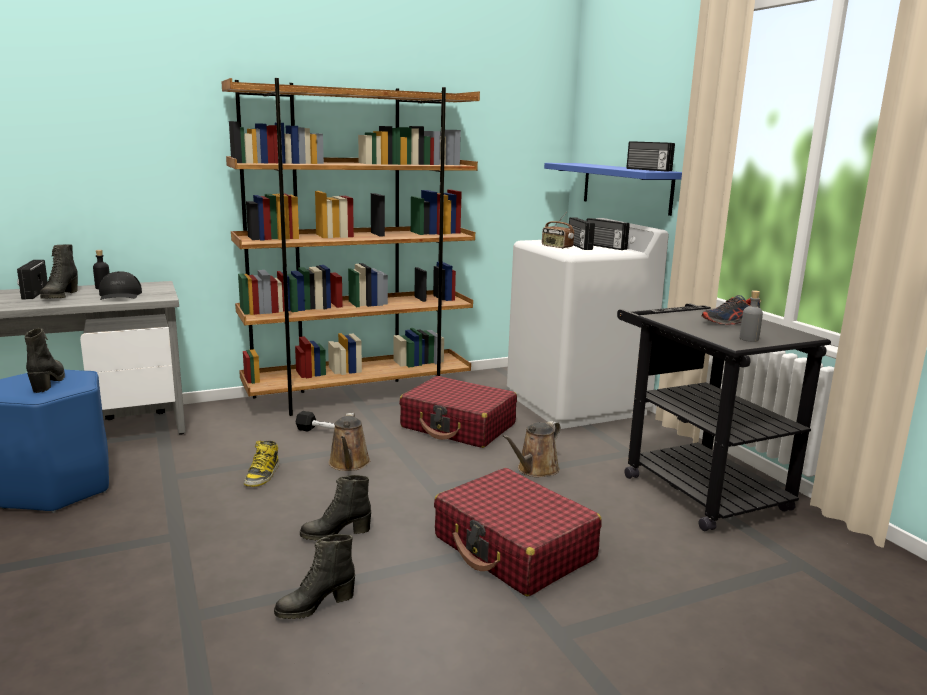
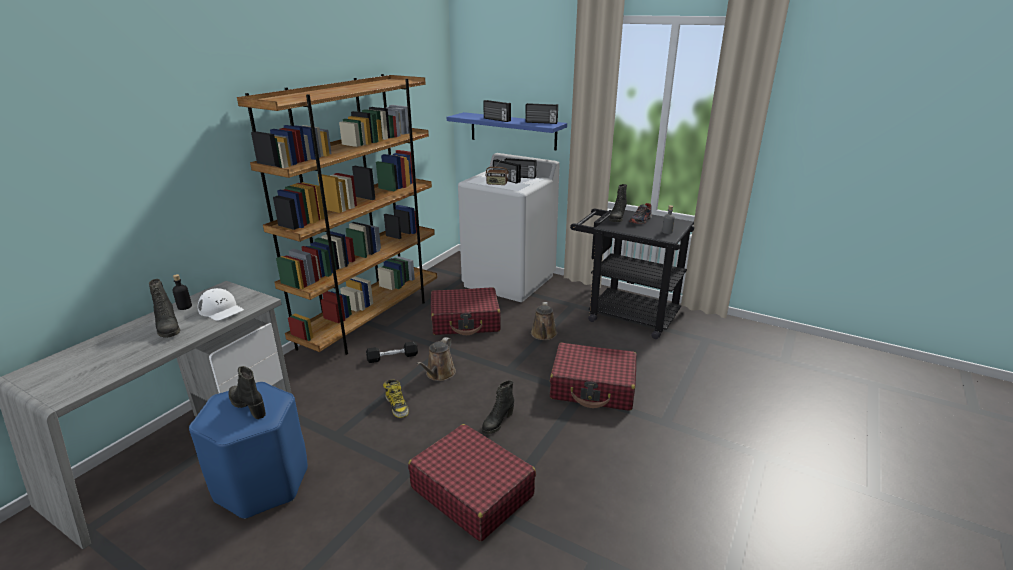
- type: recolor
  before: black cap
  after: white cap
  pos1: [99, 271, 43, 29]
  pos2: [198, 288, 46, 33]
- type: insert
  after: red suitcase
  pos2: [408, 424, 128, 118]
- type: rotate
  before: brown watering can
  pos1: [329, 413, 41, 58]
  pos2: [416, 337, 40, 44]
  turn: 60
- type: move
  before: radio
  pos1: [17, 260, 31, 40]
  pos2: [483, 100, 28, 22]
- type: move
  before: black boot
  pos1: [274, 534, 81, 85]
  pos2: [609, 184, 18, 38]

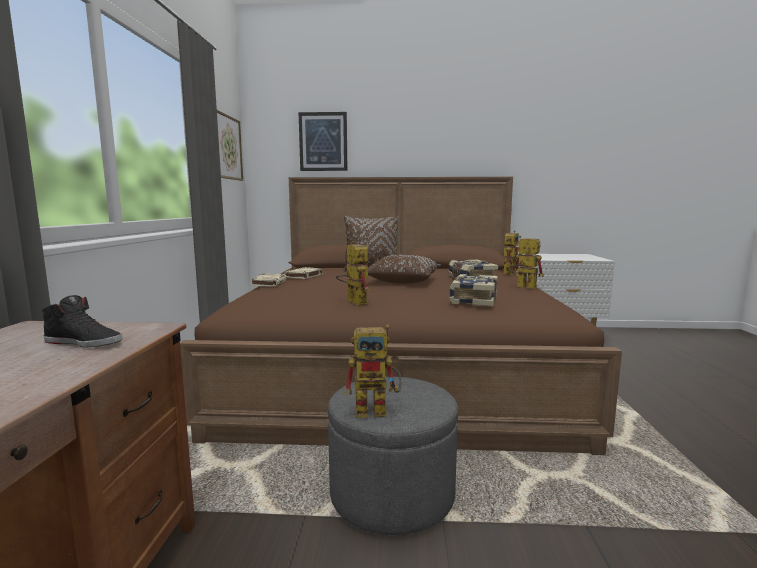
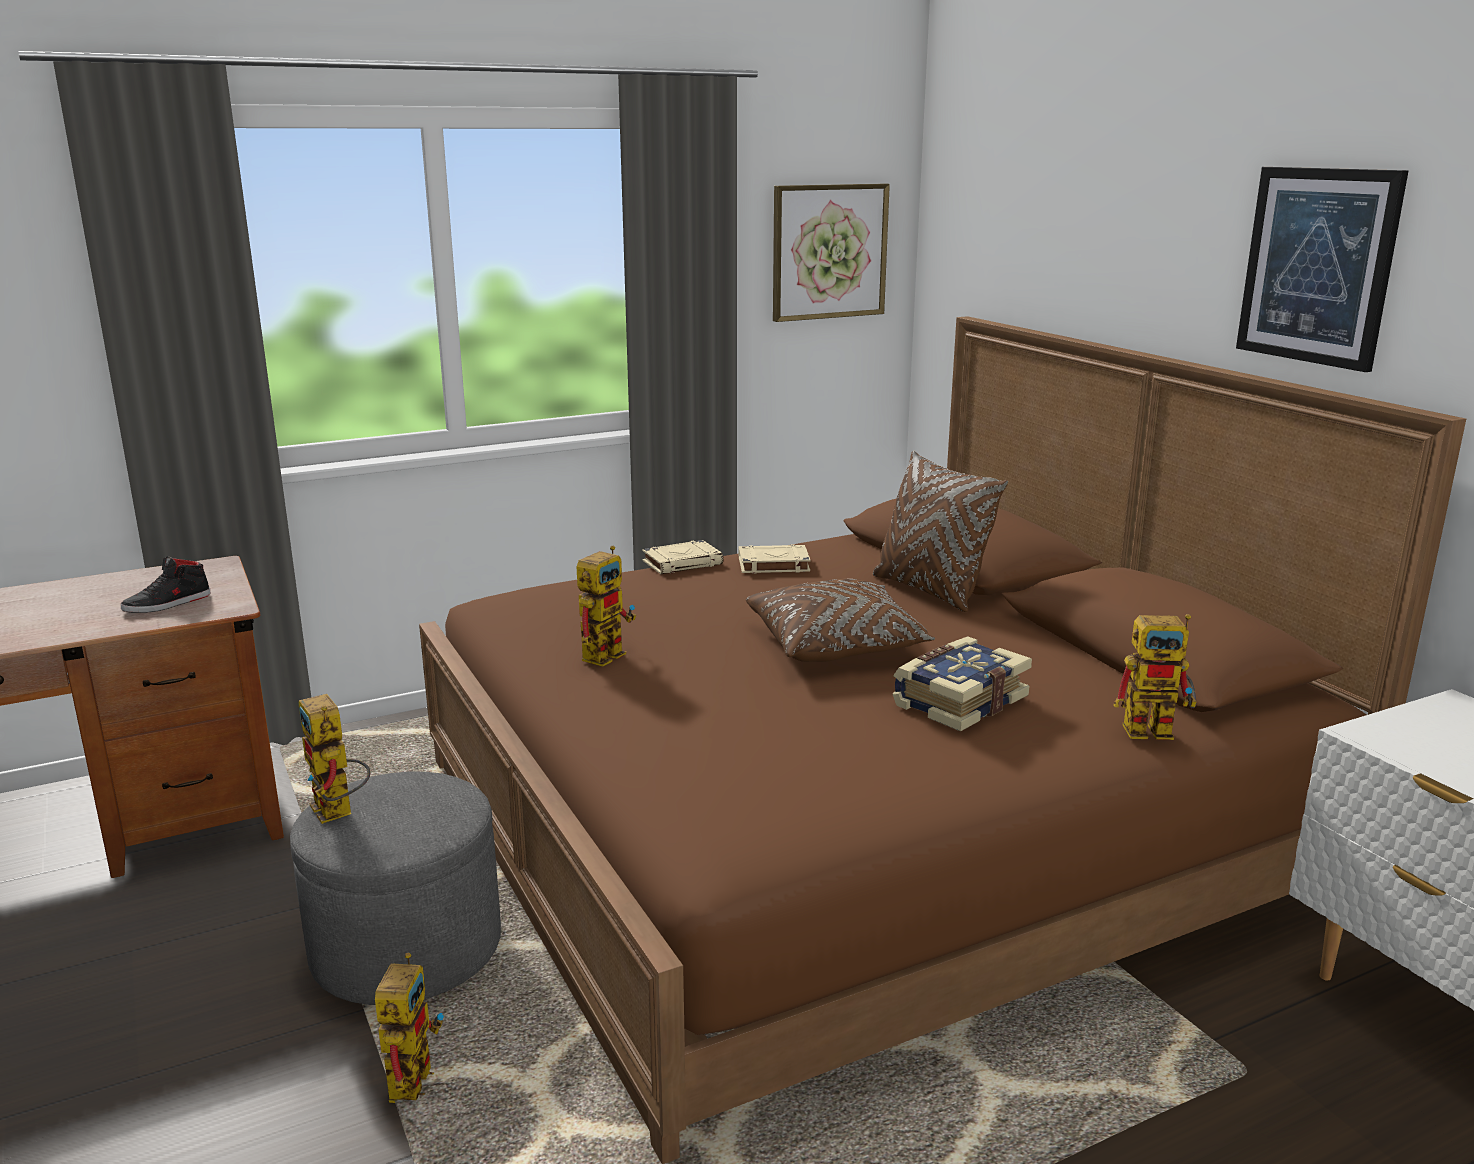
- type: rotate
  before: black shoe
  pos1: [42, 295, 80, 53]
  pos2: [121, 557, 89, 56]
  turn: 60
- type: move
  before: toy robot
  pos1: [507, 236, 37, 53]
  pos2: [375, 952, 69, 151]
- type: move
  before: picture
  pos1: [299, 112, 48, 59]
  pos2: [1236, 167, 173, 205]
- type: delete
  before: book
  pos1: [449, 274, 49, 32]

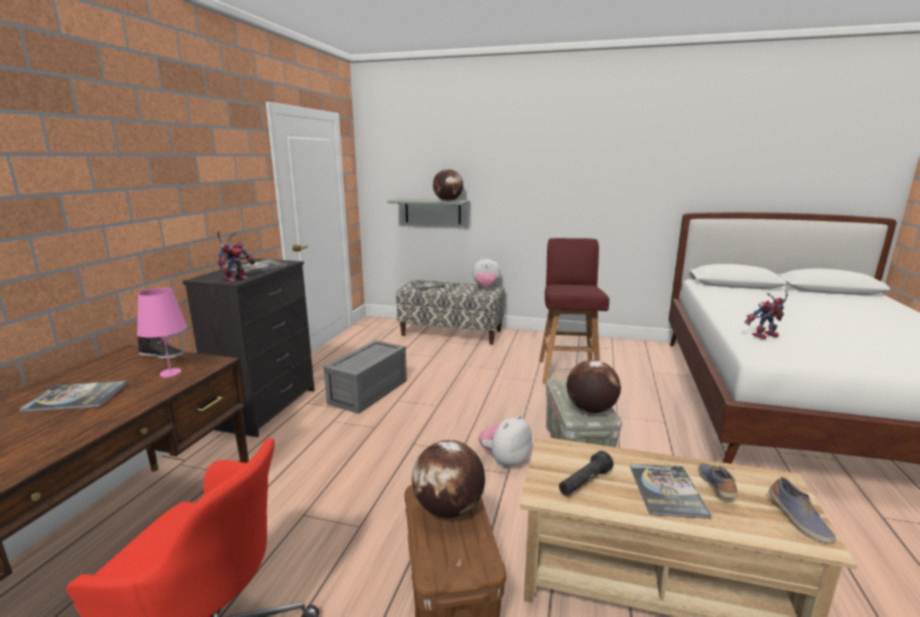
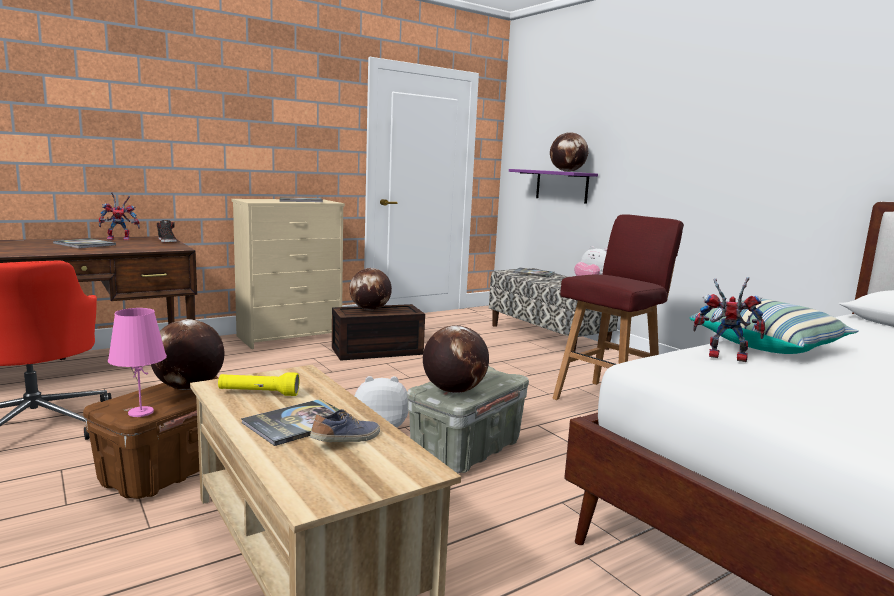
- type: move
  before: toy robot
  pos1: [217, 231, 38, 52]
  pos2: [99, 192, 41, 49]
- type: move
  before: pink table lamp
  pos1: [137, 288, 50, 90]
  pos2: [108, 308, 59, 109]
- type: recolor
  before: black flashlight
  after: yellow flashlight
  pos1: [559, 451, 55, 45]
  pos2: [218, 372, 81, 24]
- type: recolor
  before: black dresser
  after: beige dresser
  pos1: [183, 259, 132, 178]
  pos2: [232, 199, 113, 150]
- type: recolor
  before: grey storage box
  after: brown storage box
  pos1: [324, 340, 83, 74]
  pos2: [332, 304, 93, 57]
- type: insert
  after: globe
  pos2: [350, 268, 42, 42]
- type: recolor
  before: grey shelf
  after: purple shelf
  pos1: [387, 199, 82, 25]
  pos2: [509, 169, 89, 35]
- type: insert
  after: pillow
  pos2: [690, 299, 169, 55]
- type: delete
  before: shoe
  pos1: [769, 477, 67, 67]

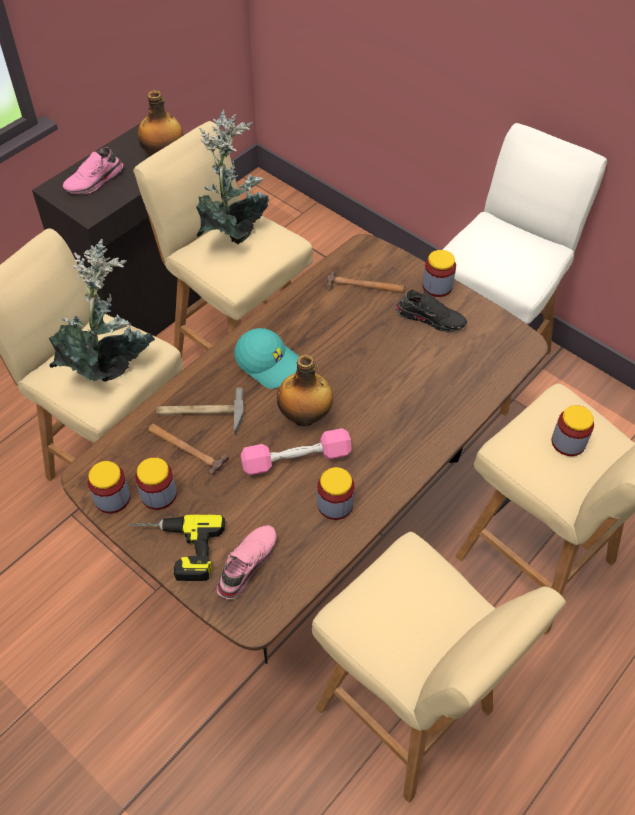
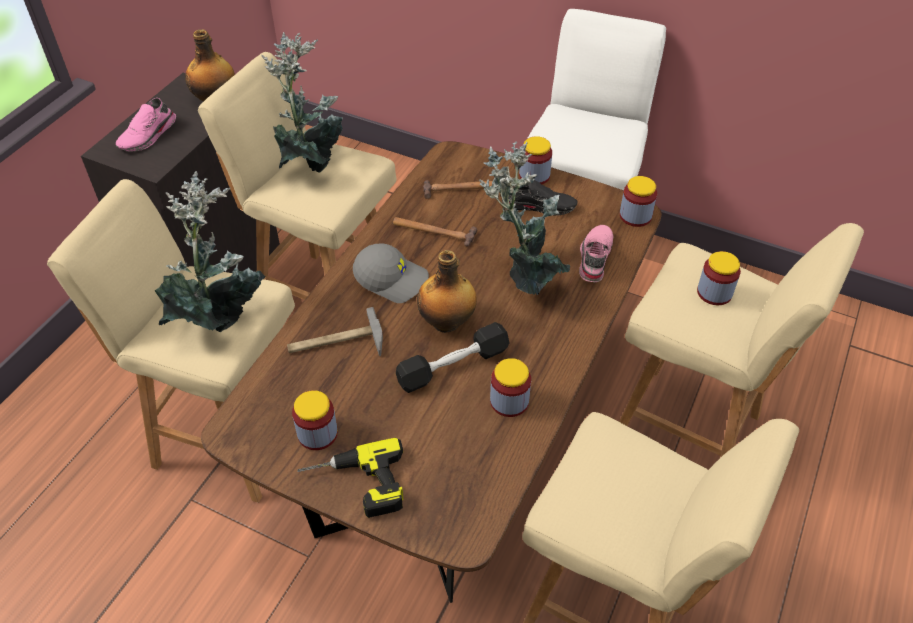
- type: recolor
  before: turquoise cap
  after: grey cap
  pos1: [234, 328, 65, 61]
  pos2: [353, 243, 76, 60]
- type: move
  before: hammer
  pos1: [148, 424, 81, 51]
  pos2: [393, 217, 84, 29]
- type: recolor
  before: pink dumbbell
  after: black dumbbell
  pos1: [240, 428, 112, 48]
  pos2: [396, 322, 114, 71]
- type: insert
  after: potted plant
  pos2: [479, 141, 91, 154]
- type: move
  before: pink shoe
  pos1: [217, 525, 60, 74]
  pos2: [579, 225, 34, 57]
- type: move
  before: jar
  pos1: [87, 461, 43, 52]
  pos2: [620, 176, 37, 51]

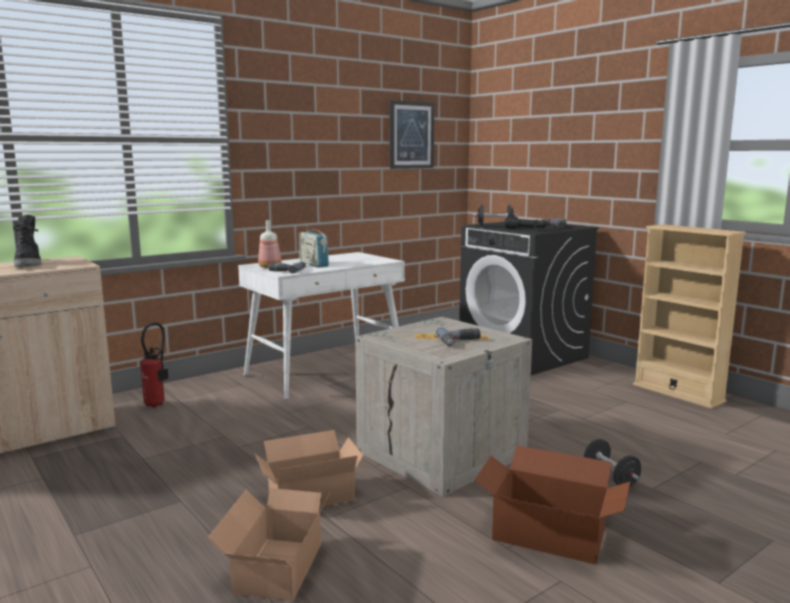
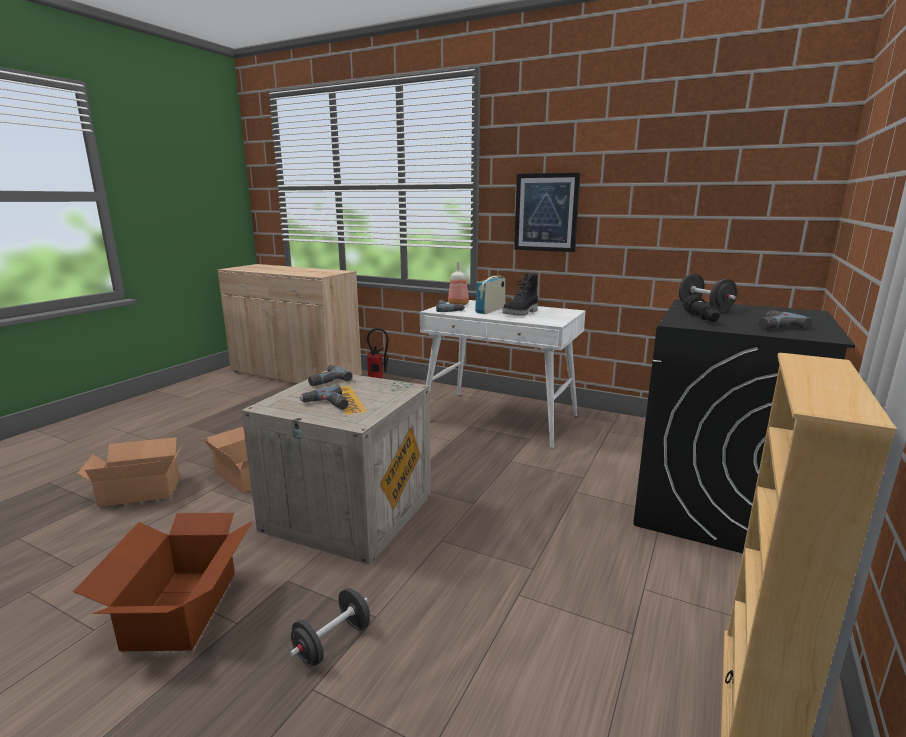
- type: insert
  after: power drill
  pos2: [308, 365, 45, 21]
- type: move
  before: black boot
  pos1: [13, 215, 29, 52]
  pos2: [502, 273, 36, 43]
- type: move
  before: picture
  pos1: [390, 100, 44, 69]
  pos2: [514, 172, 67, 80]

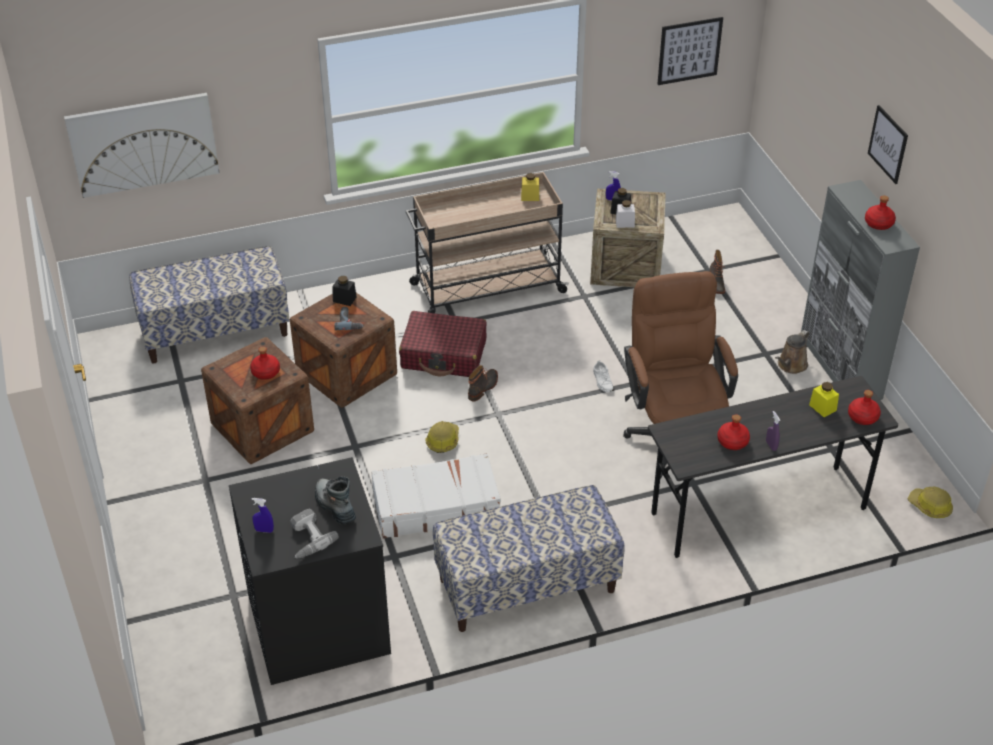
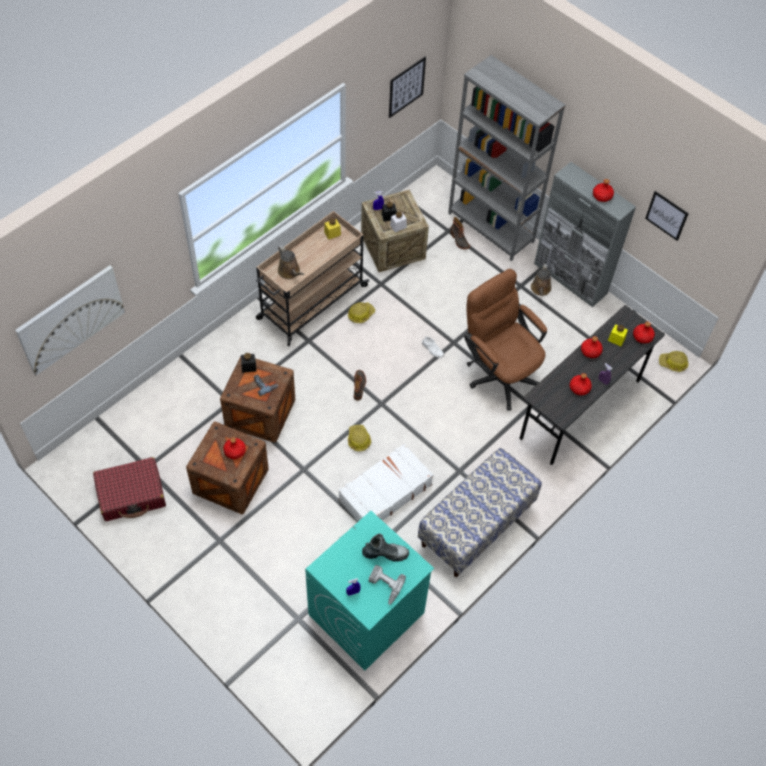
- type: move
  before: red suitcase
  pos1: [399, 311, 88, 66]
  pos2: [93, 457, 73, 64]
- type: insert
  after: brown watering can
  pos2: [278, 245, 26, 34]
- type: recolor
  before: black washing machine
  after: turquoise washing machine
  pos1: [229, 457, 162, 228]
  pos2: [305, 511, 129, 159]
- type: insert
  after: hard hat
  pos2: [348, 302, 27, 21]
- type: rotate
  before: boot
  pos1: [315, 476, 41, 49]
  pos2: [362, 533, 47, 29]
  turn: 150
- type: insert
  after: grey bookcase
  pos2: [448, 55, 118, 206]
- type: insert
  after: red bottle
  pos2: [581, 336, 22, 22]
- type: move
  before: picture
  pos1: [868, 105, 40, 79]
  pos2: [645, 191, 44, 50]
- type: delete
  before: bench
  pos1: [129, 246, 161, 117]

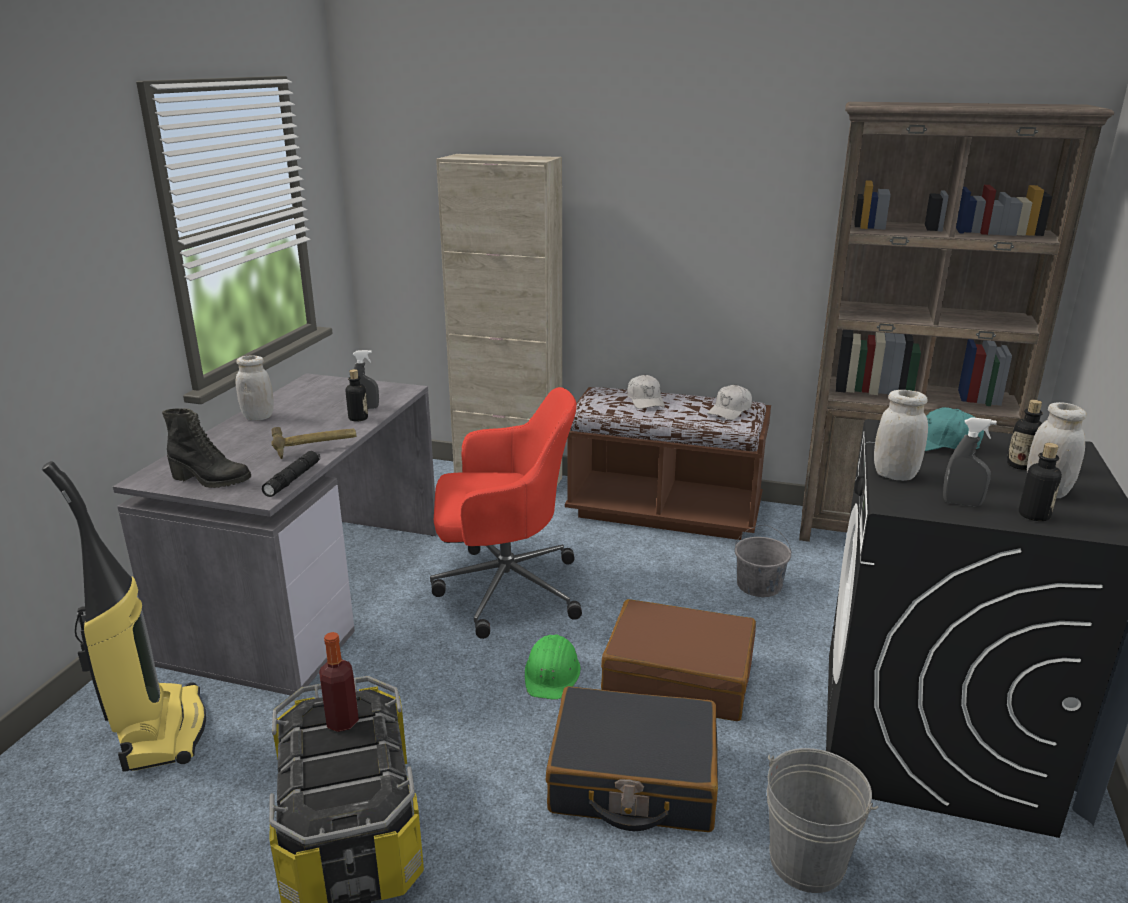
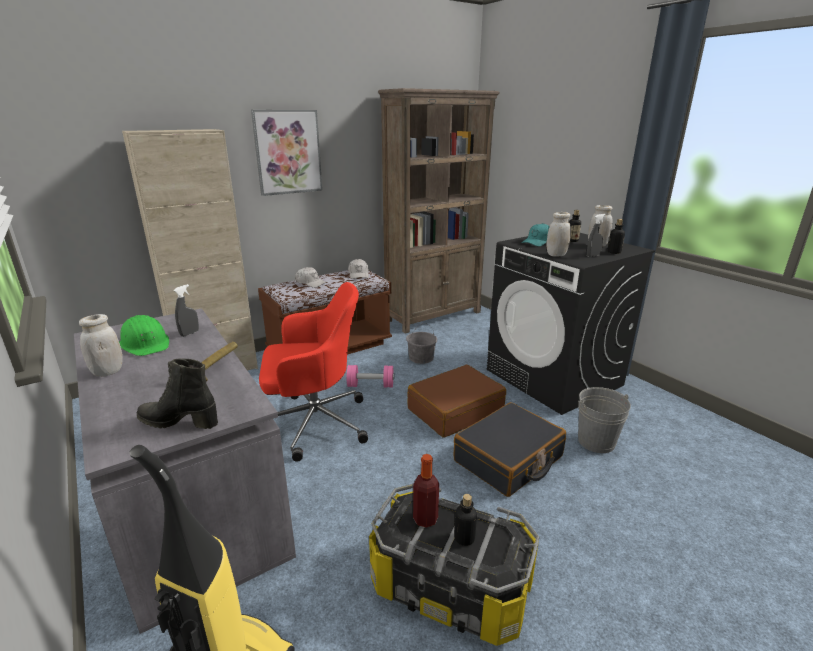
- type: move
  before: green hard hat
  pos1: [525, 635, 56, 65]
  pos2: [119, 315, 50, 41]
- type: rotate
  before: black boot
  pos1: [162, 408, 89, 80]
  pos2: [137, 358, 81, 71]
  turn: -135
- type: insert
  after: picture
  pos2: [251, 110, 71, 86]
- type: rotate
  before: red office chair
  pos1: [430, 387, 152, 252]
  pos2: [259, 282, 109, 180]
  turn: 45
- type: insert
  after: pink dumbbell
  pos2: [347, 365, 47, 22]
- type: move
  before: bottle
  pos1: [346, 369, 22, 53]
  pos2: [454, 494, 23, 52]
- type: delete
  before: black flashlight
  pos1: [262, 451, 58, 46]

